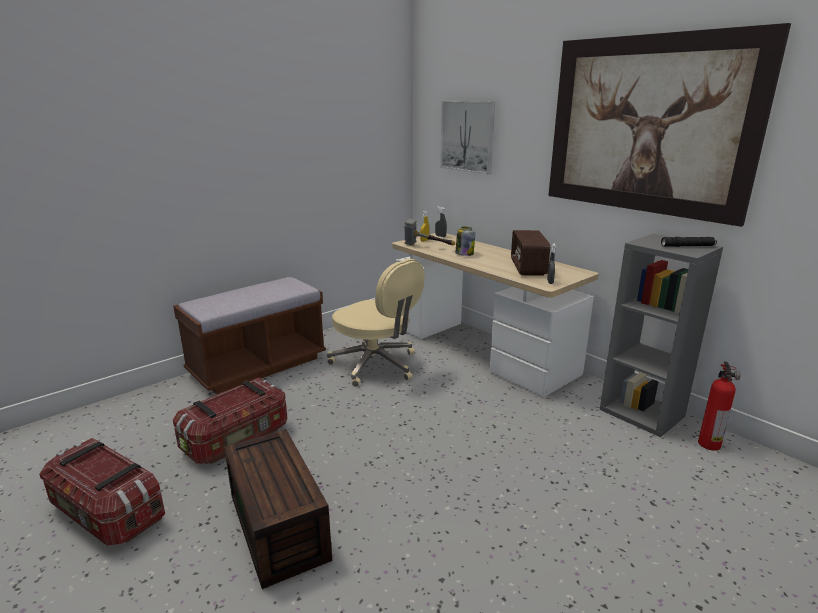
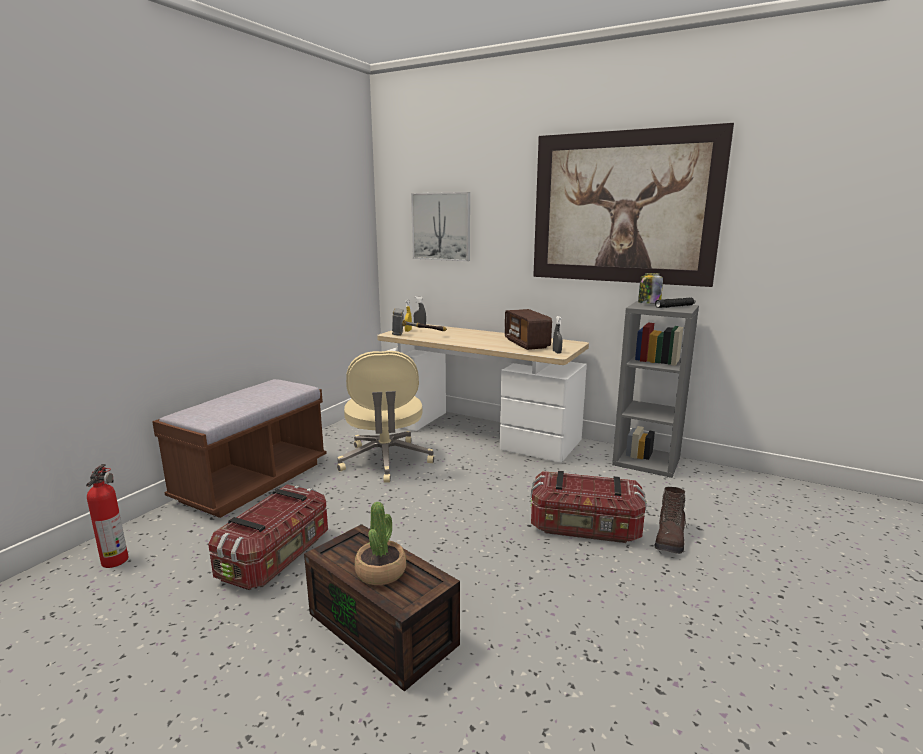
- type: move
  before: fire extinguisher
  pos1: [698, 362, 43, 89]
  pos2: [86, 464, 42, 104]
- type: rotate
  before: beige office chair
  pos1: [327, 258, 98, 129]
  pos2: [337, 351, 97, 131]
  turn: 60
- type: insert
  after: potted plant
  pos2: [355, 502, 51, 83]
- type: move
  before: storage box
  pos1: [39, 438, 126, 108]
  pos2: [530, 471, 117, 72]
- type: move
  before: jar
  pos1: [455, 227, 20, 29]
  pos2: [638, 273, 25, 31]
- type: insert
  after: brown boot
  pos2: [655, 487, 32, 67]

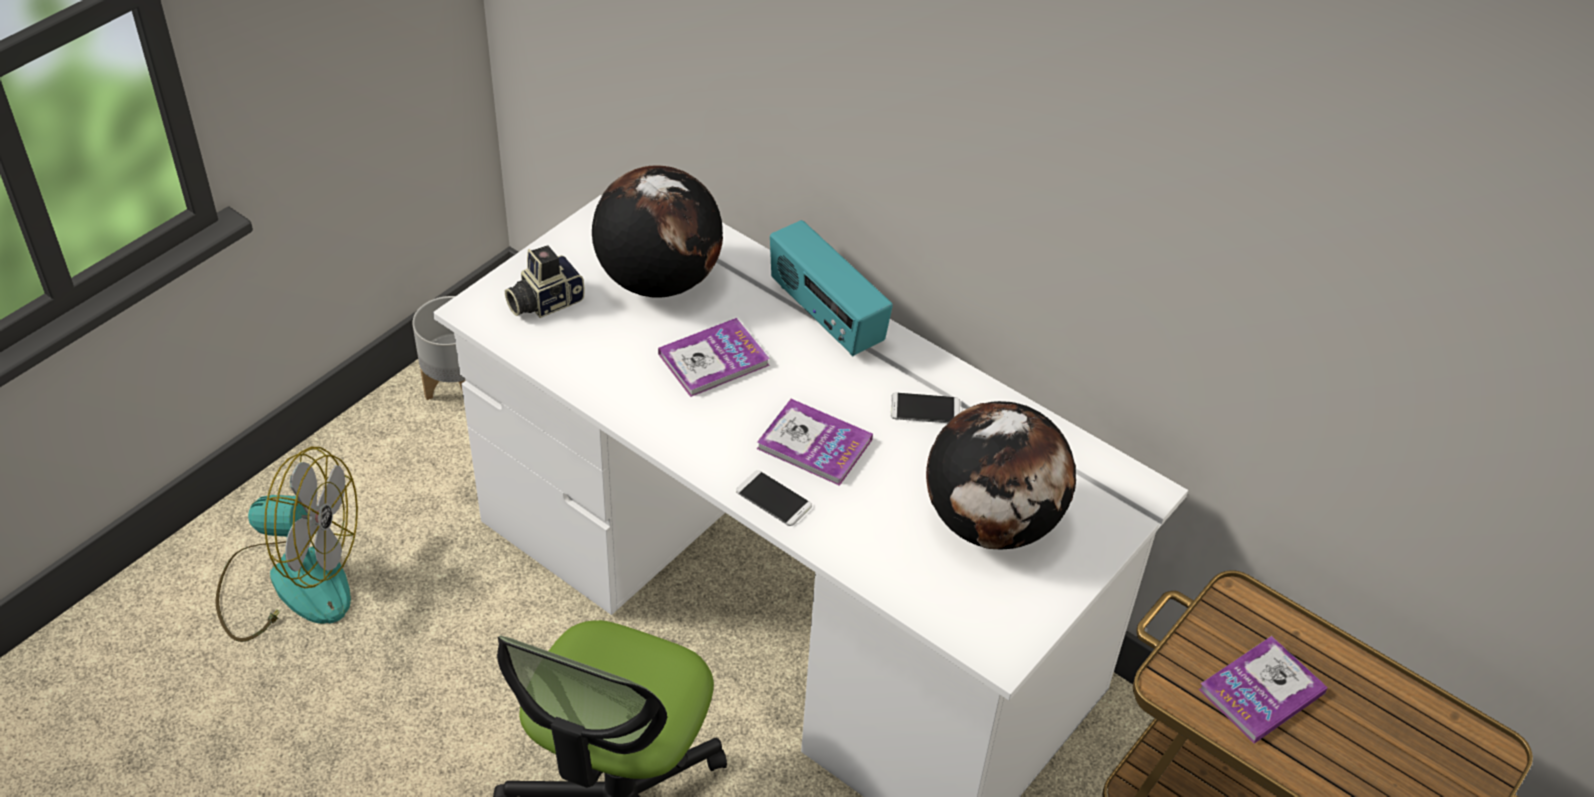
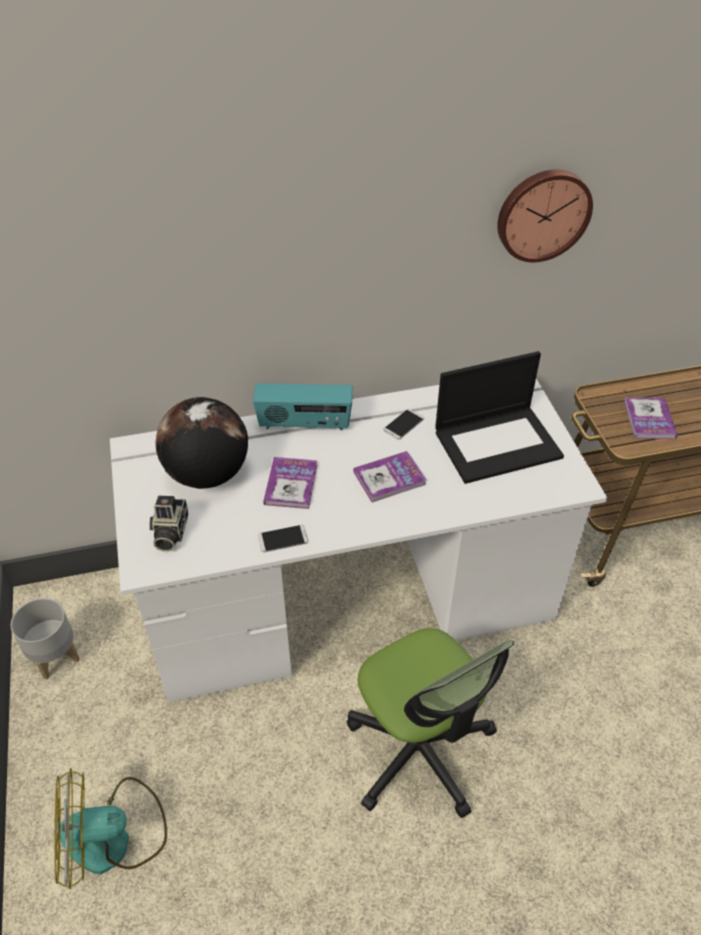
- type: rotate
  before: fan
  pos1: [215, 447, 143, 195]
  pos2: [54, 768, 113, 121]
  turn: -150
- type: move
  before: phone
  pos1: [736, 471, 76, 55]
  pos2: [258, 525, 50, 27]
- type: replace
  before: globe
  after: laptop
  pos1: [926, 401, 150, 149]
  pos2: [435, 351, 129, 133]
- type: insert
  after: wall clock
  pos2: [497, 169, 96, 93]

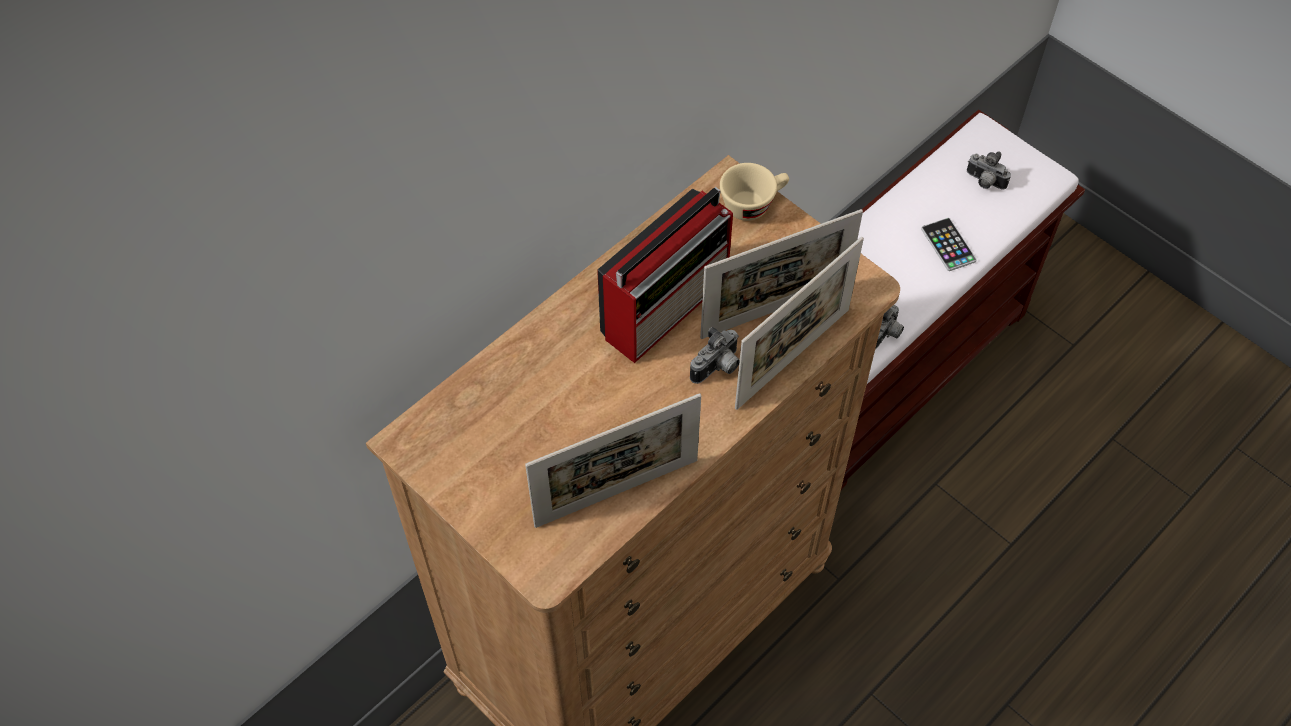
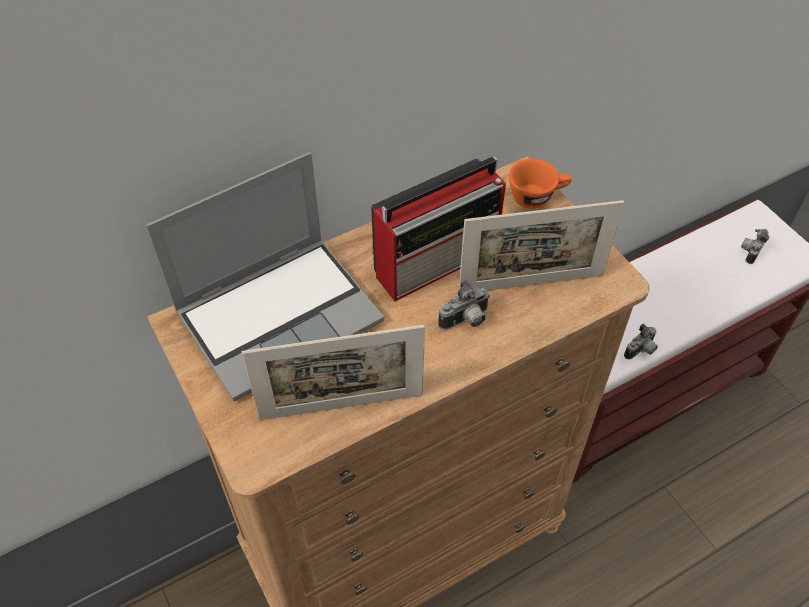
- type: insert
  after: laptop
  pos2: [146, 152, 238, 250]
- type: recolor
  before: beige cup
  after: orange cup
  pos1: [720, 163, 69, 58]
  pos2: [509, 159, 63, 50]
- type: rotate
  before: photo camera
  pos1: [967, 151, 44, 39]
  pos2: [741, 229, 28, 35]
  turn: 75
- type: delete
  before: picture frame
  pos1: [735, 237, 129, 173]
- type: delete
  before: phone
  pos1: [921, 218, 56, 53]

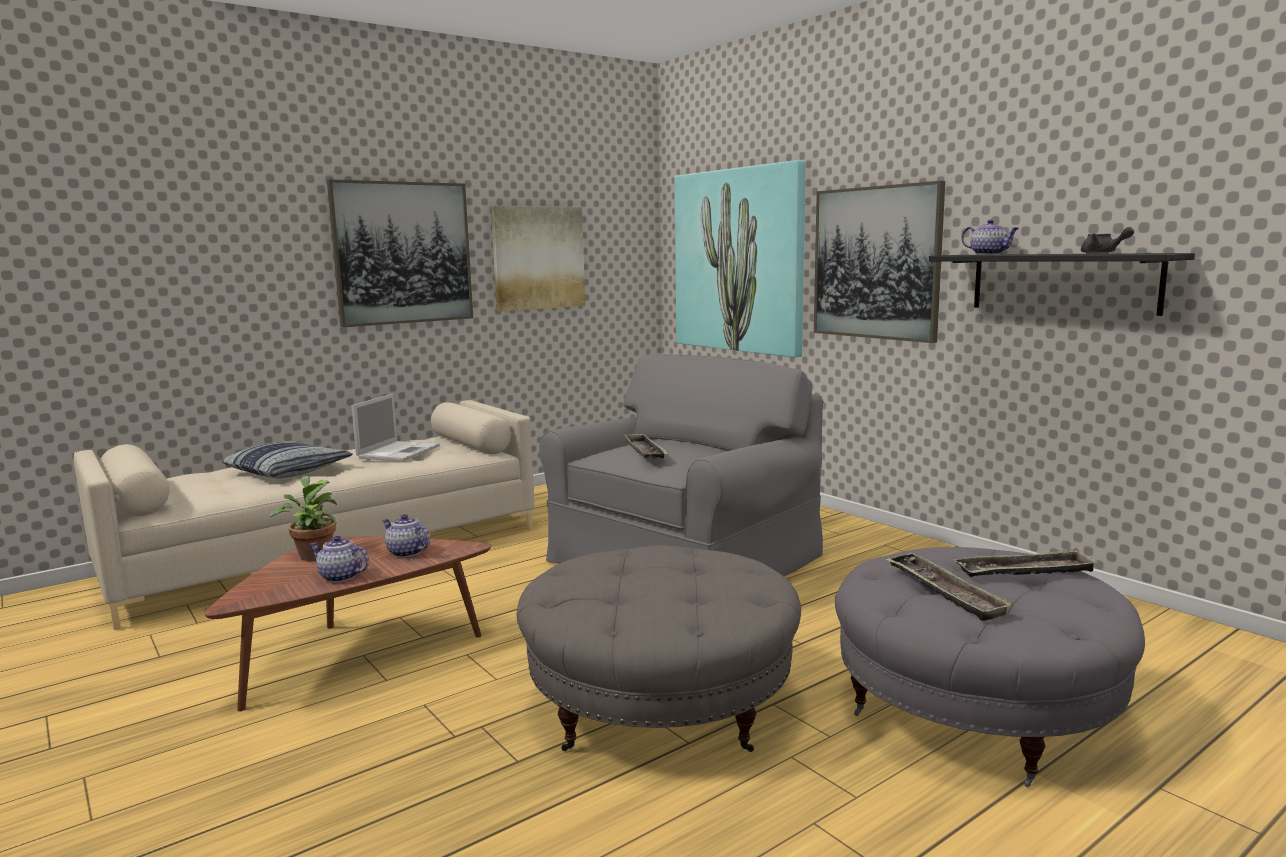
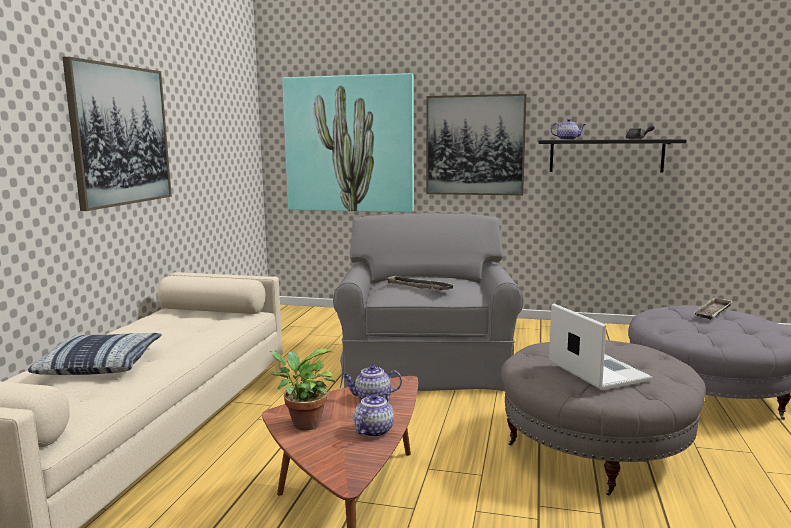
- type: rotate
  before: teapot
  pos1: [310, 536, 59, 46]
  pos2: [354, 392, 40, 45]
  turn: 135
- type: move
  before: laptop
  pos1: [351, 394, 89, 68]
  pos2: [549, 304, 103, 86]
- type: delete
  before: picture
  pos1: [491, 206, 94, 106]
- type: delete
  before: tray
  pos1: [886, 552, 128, 69]

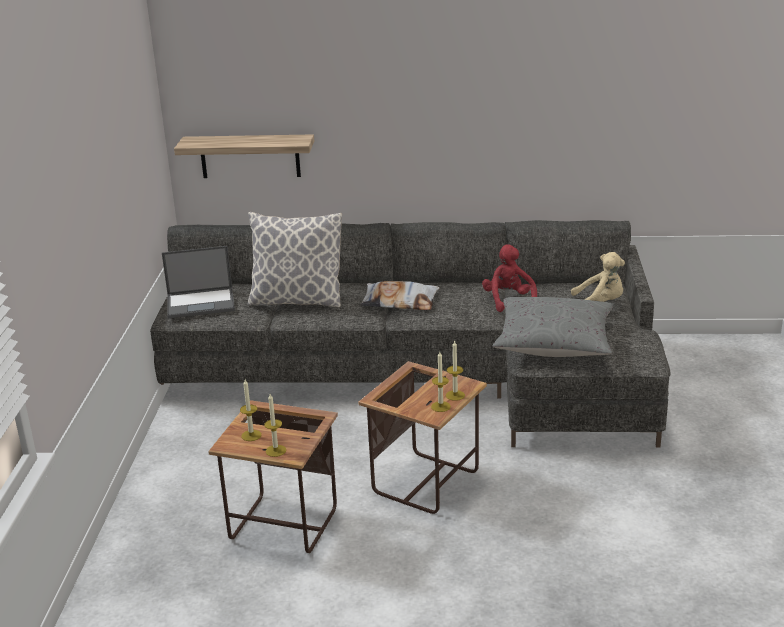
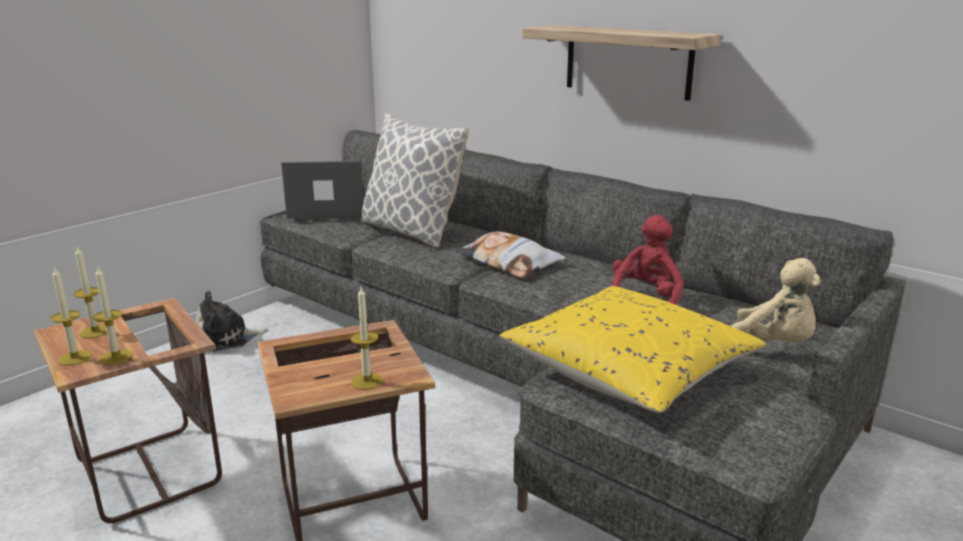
- type: move
  before: candle
  pos1: [431, 352, 20, 60]
  pos2: [93, 267, 40, 98]
- type: insert
  after: plush toy
  pos2: [195, 291, 73, 61]
- type: rotate
  before: laptop
  pos1: [162, 246, 73, 72]
  pos2: [281, 161, 84, 58]
  turn: 150
- type: recolor
  before: grey pillow
  after: yellow pillow
  pos1: [492, 297, 121, 60]
  pos2: [499, 286, 267, 127]
- type: move
  before: shelf
  pos1: [174, 134, 140, 44]
  pos2: [523, 25, 198, 76]

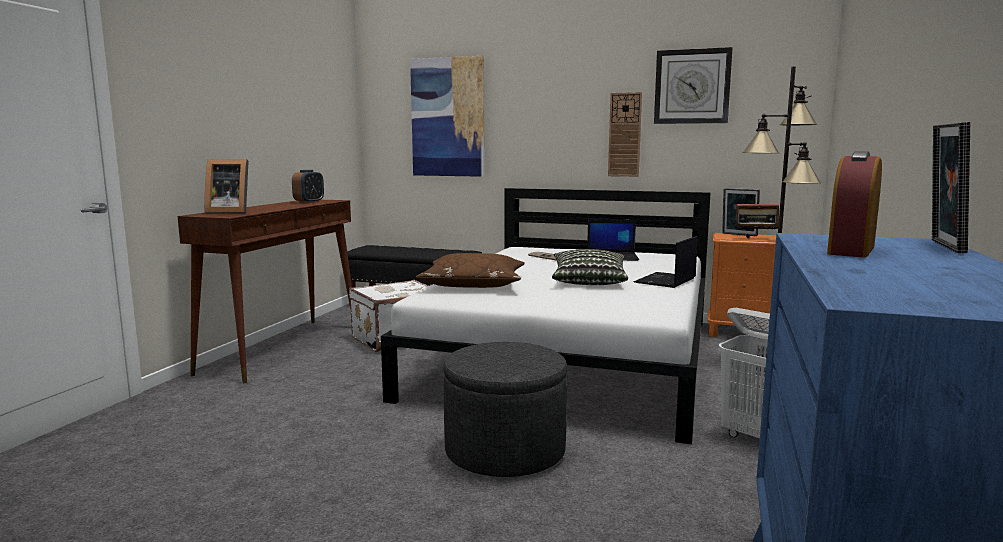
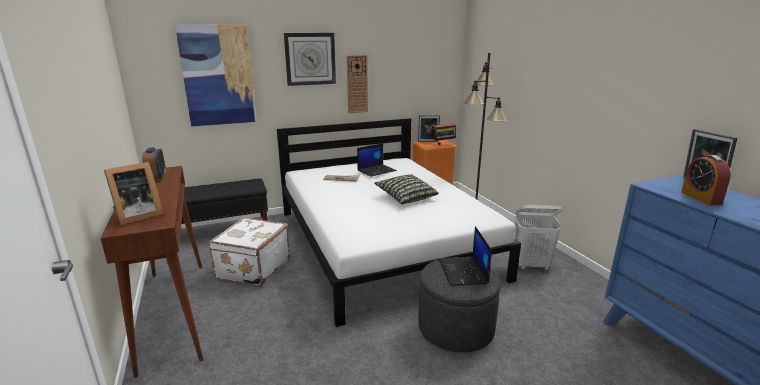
- type: move
  before: wall clock
  pos1: [654, 47, 79, 77]
  pos2: [284, 33, 52, 53]
- type: move
  before: laptop
  pos1: [634, 236, 63, 52]
  pos2: [439, 226, 53, 60]
- type: delete
  before: brown pillow
  pos1: [416, 253, 109, 35]

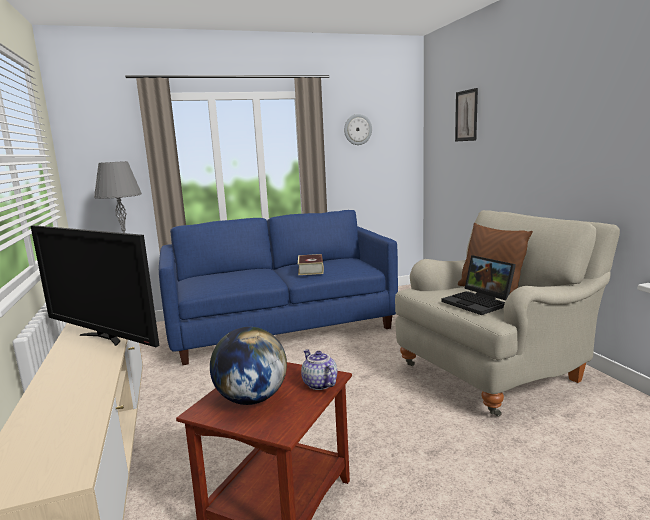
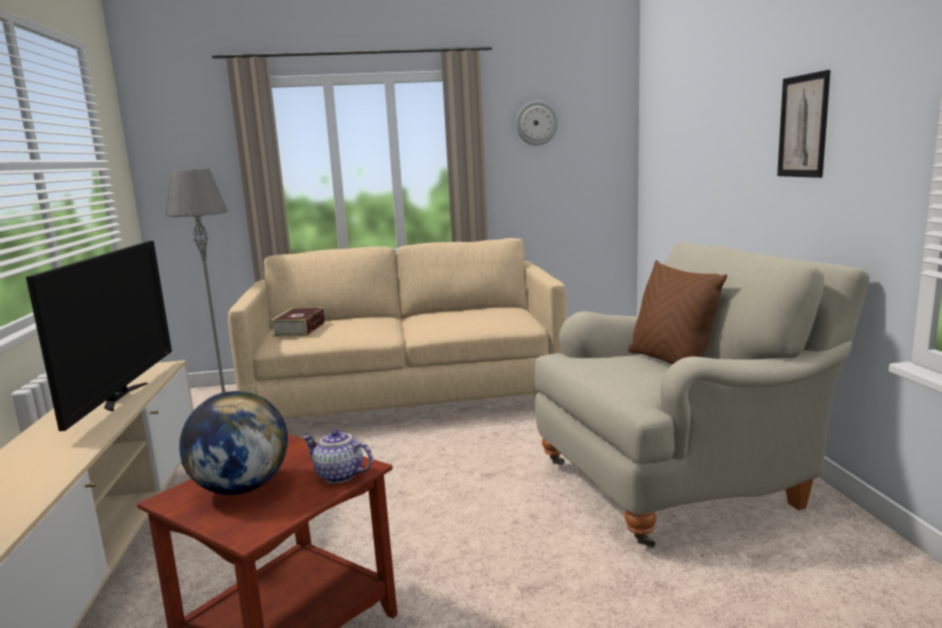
- type: rotate
  before: television
  pos1: [31, 225, 129, 122]
  pos2: [26, 241, 146, 190]
  turn: -135
- type: recolor
  before: blue sofa
  after: beige sofa
  pos1: [159, 210, 239, 155]
  pos2: [228, 238, 339, 181]
- type: move
  before: book
  pos1: [298, 254, 26, 21]
  pos2: [271, 308, 54, 29]
- type: rotate
  before: teapot
  pos1: [301, 349, 36, 41]
  pos2: [302, 430, 71, 54]
  turn: -45
- type: move
  before: picture
  pos1: [455, 88, 23, 54]
  pos2: [777, 70, 54, 108]
- type: delete
  before: laptop
  pos1: [441, 255, 75, 60]

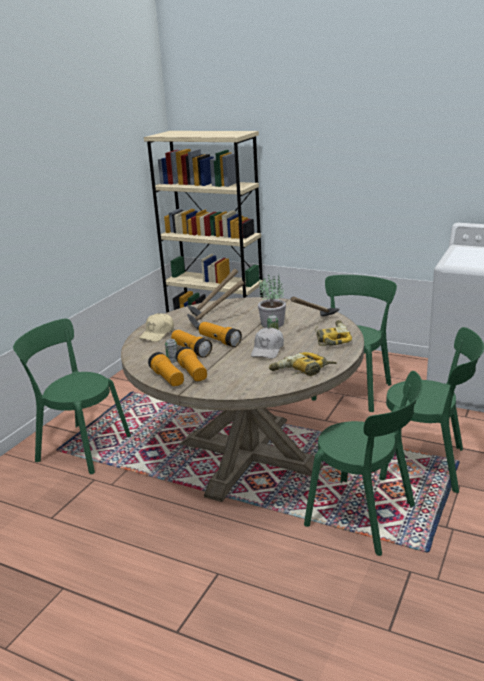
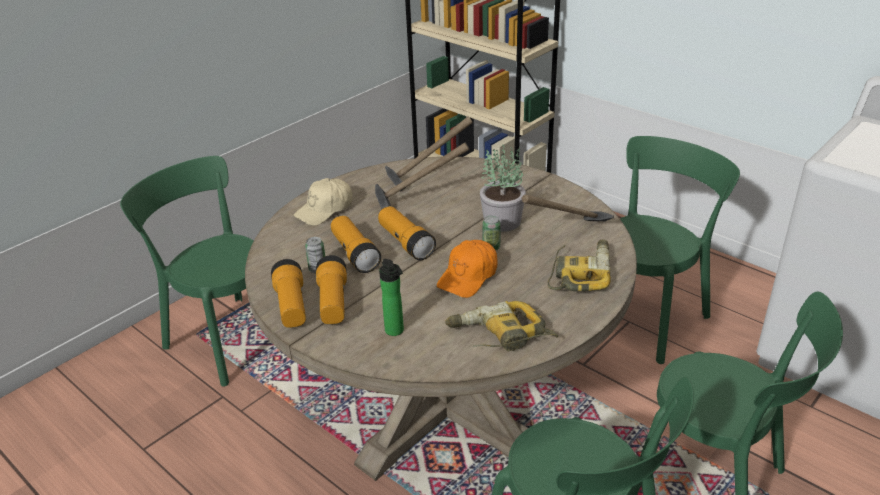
- type: insert
  after: bottle
  pos2: [379, 259, 25, 77]
- type: recolor
  before: white cap
  after: orange cap
  pos1: [251, 328, 33, 31]
  pos2: [437, 240, 60, 58]

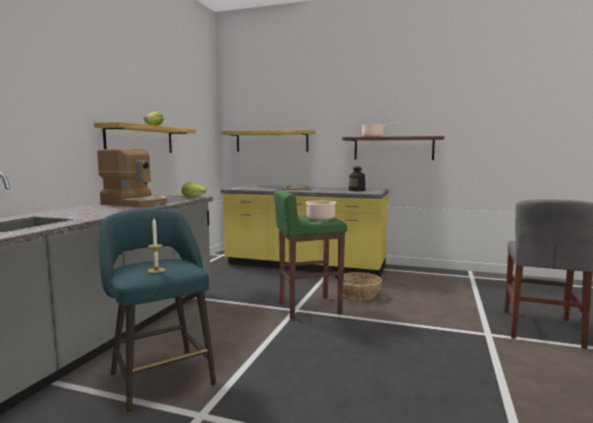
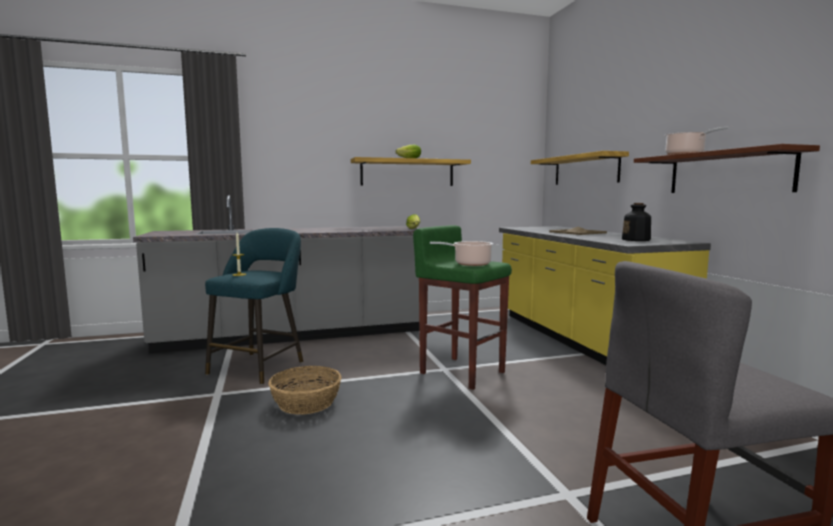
- type: move
  before: basket
  pos1: [337, 272, 45, 28]
  pos2: [268, 366, 74, 49]
- type: delete
  before: coffee machine
  pos1: [97, 149, 70, 59]

